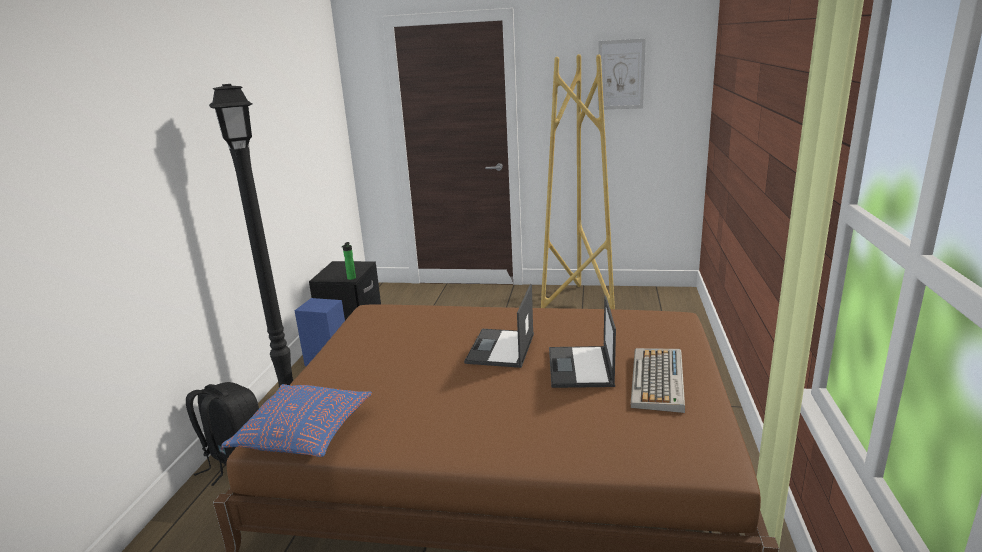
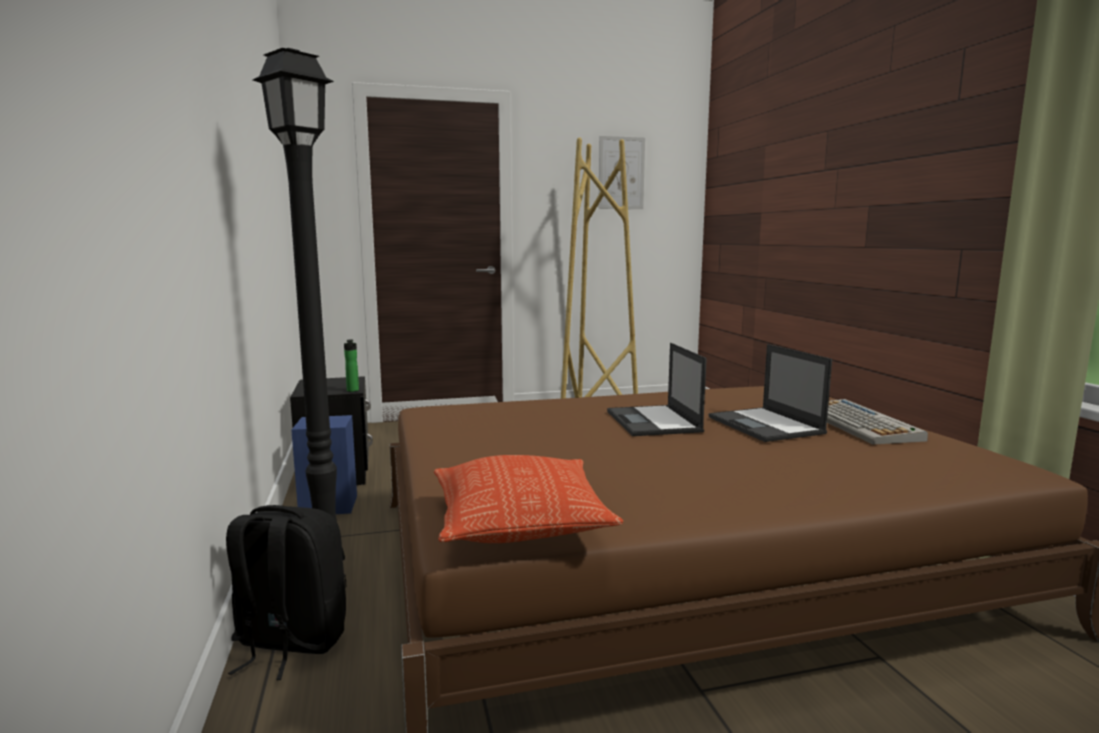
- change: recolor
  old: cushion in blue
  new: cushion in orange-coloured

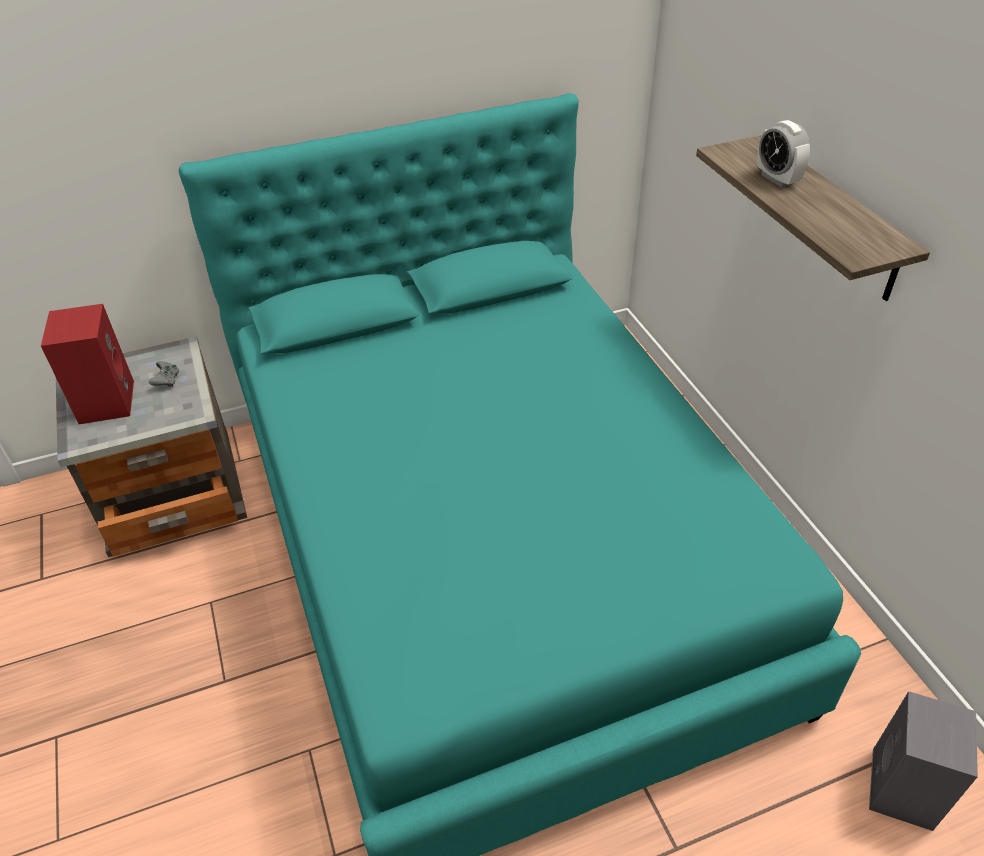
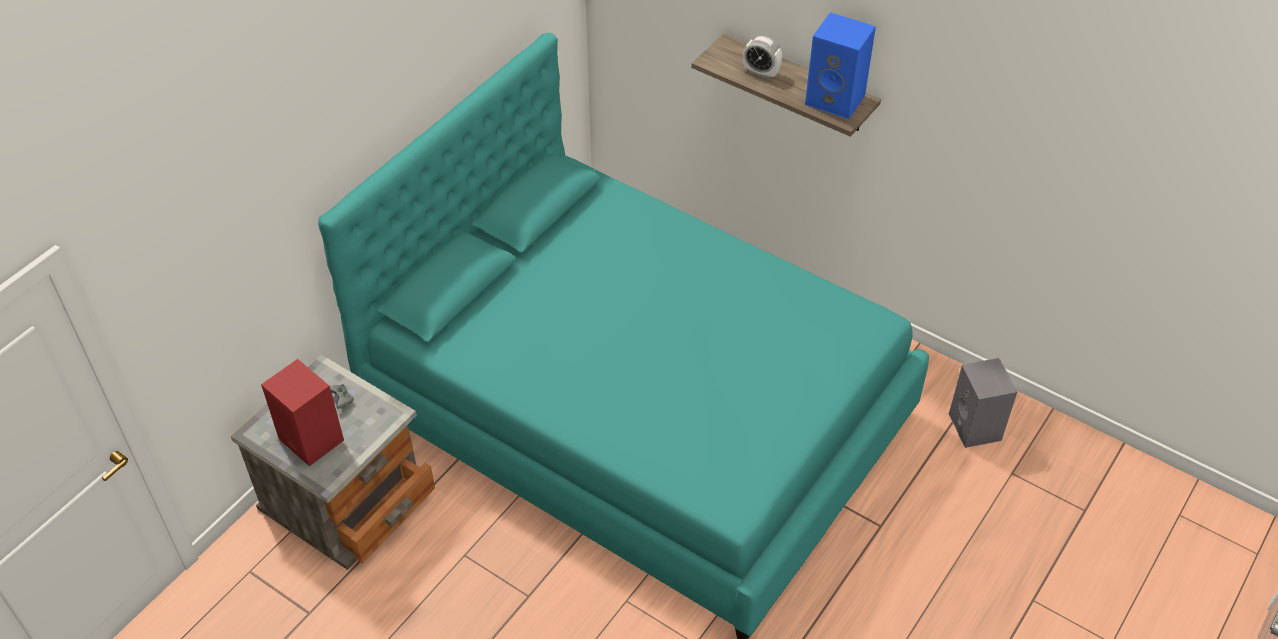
- change: insert
  new: audio speaker in blue

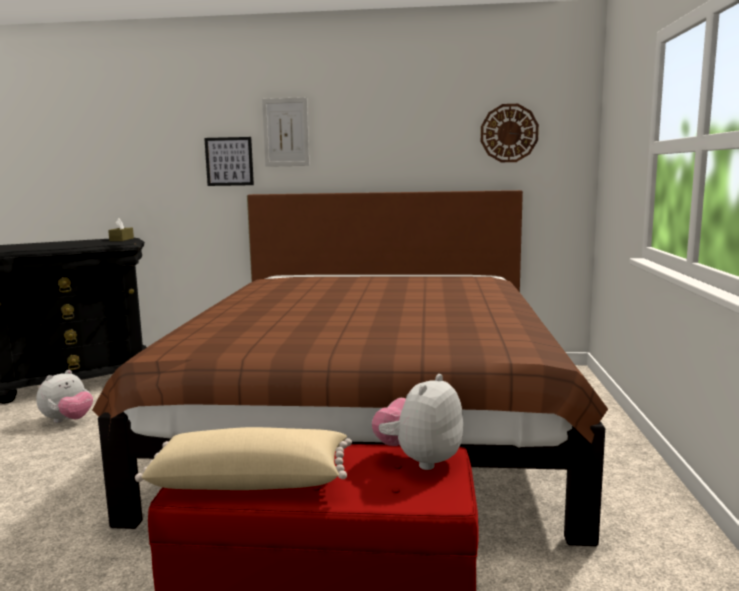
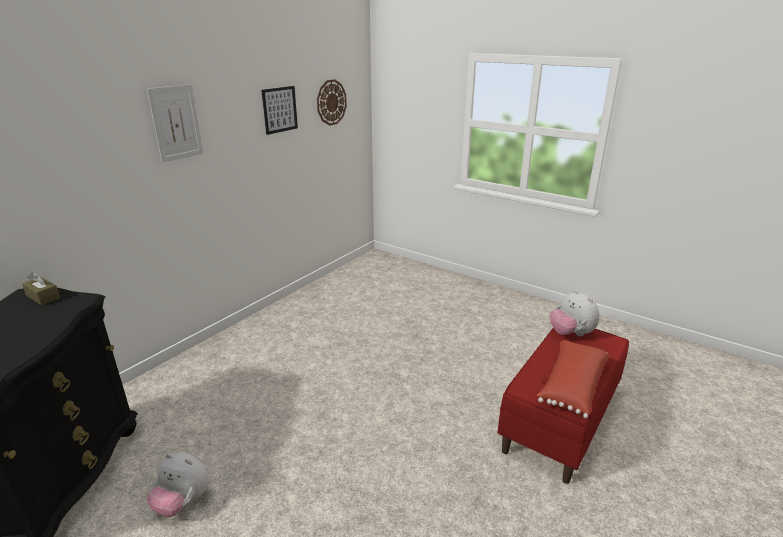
- change: rotate
  old: cuddly toy (1st from left)
  degrees: 135
- change: move
  old: wall picture (1st from left in the first image)
  new: wall picture (2nd from left)
- change: recolor
  old: cushion in sand-coloured
  new: cushion in reddish
- change: delete
  old: bed in brown-coloured

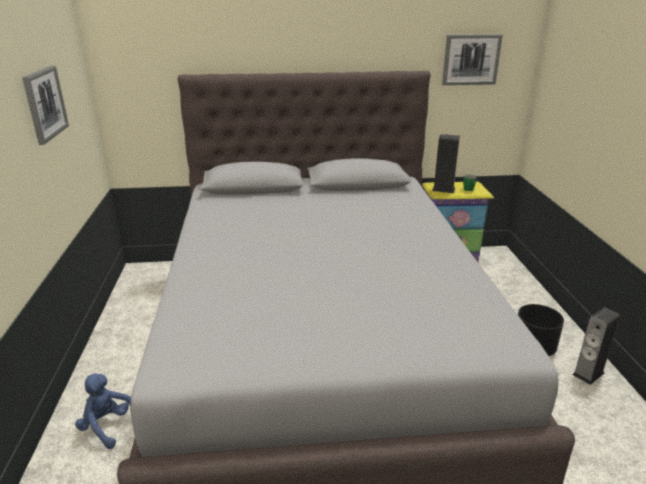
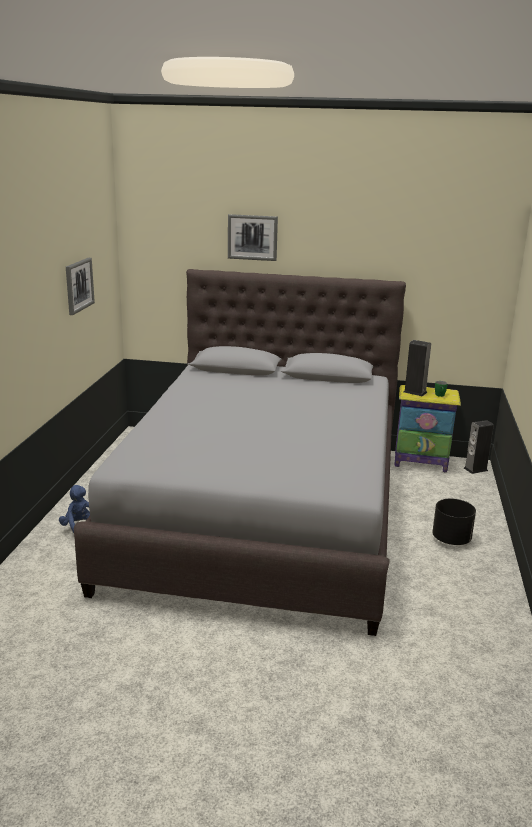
- change: move
  old: wall picture (2nd from left)
- change: move
  old: audio speaker (2nd from left)

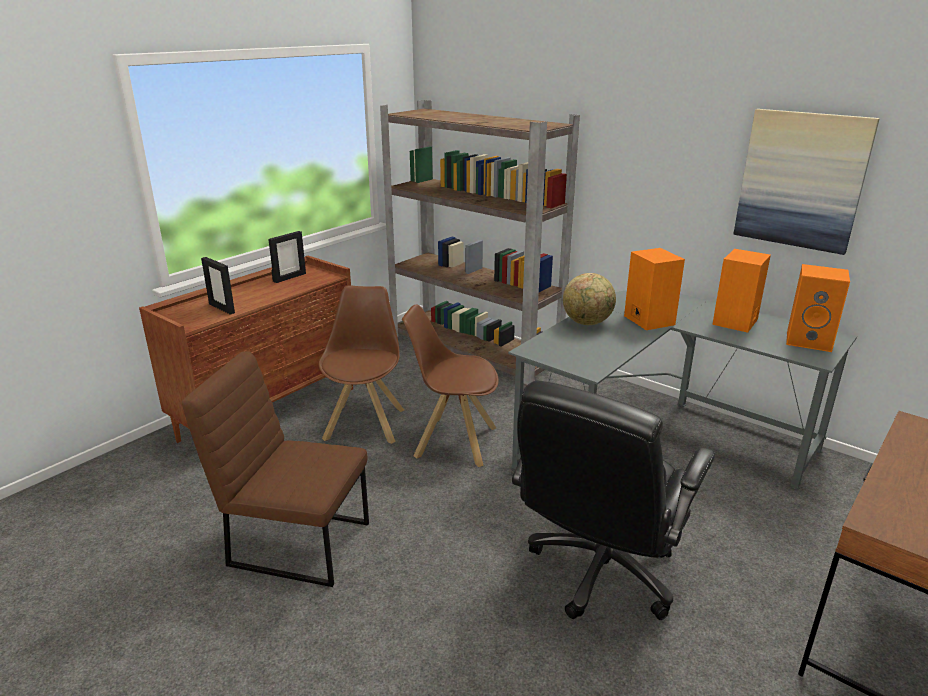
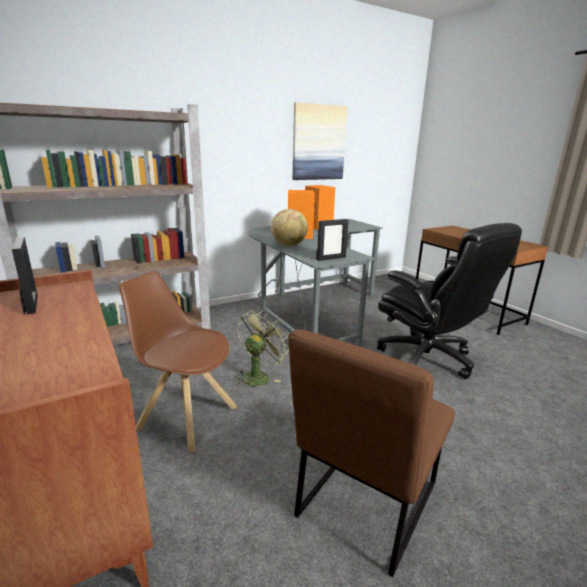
- change: replace
  old: plain chair in brown-coloured (3rd from left)
  new: fan in green
- change: move
  old: picture frame (1st from left in the first image)
  new: picture frame (2nd from left)
- change: delete
  old: audio speaker in orange-coloured (3rd from left)

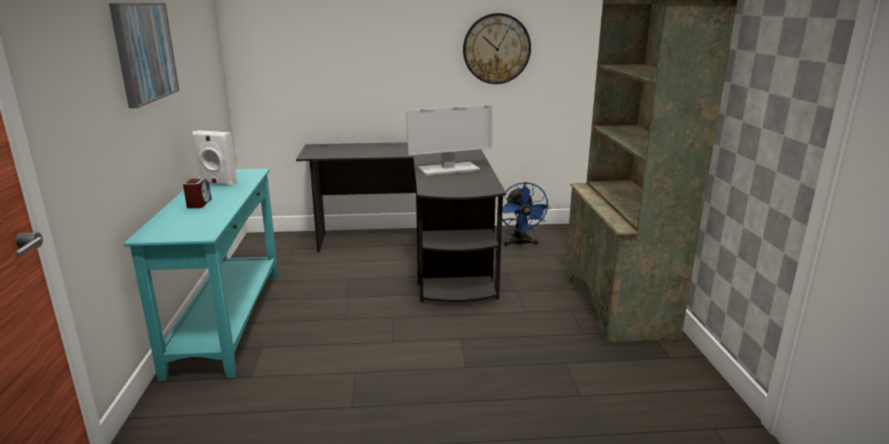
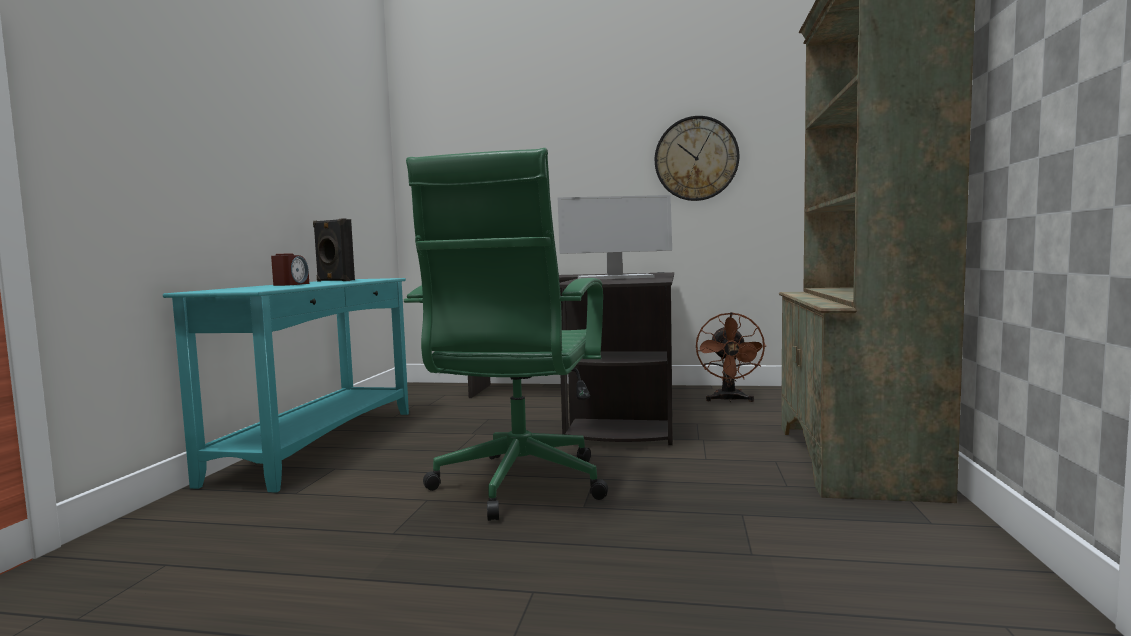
- change: recolor
  old: audio speaker in whitish
  new: audio speaker in black
- change: insert
  new: computer chair in green
- change: recolor
  old: fan in blue
  new: fan in brown-coloured
- change: delete
  old: wall picture

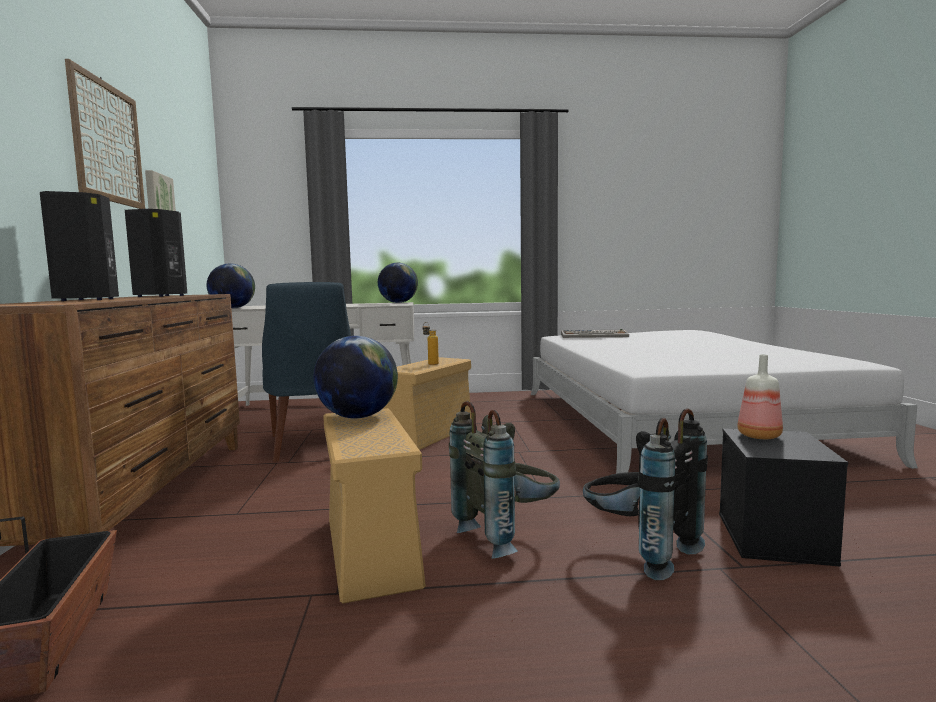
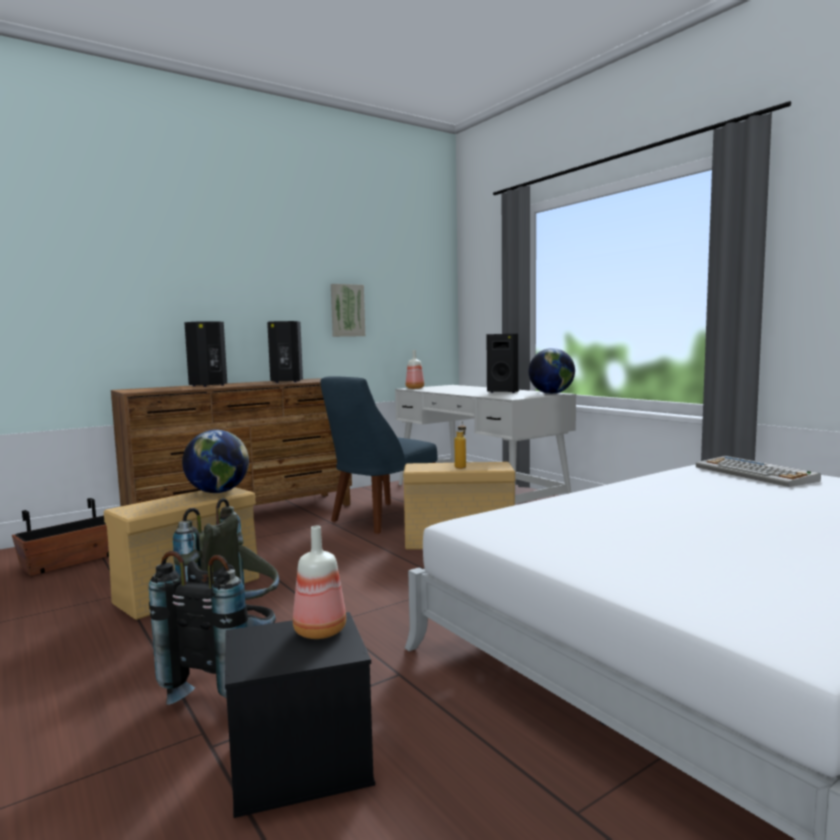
- change: replace
  old: desk globe (1st from left)
  new: bottle (2nd from left)
- change: insert
  new: audio speaker in black (3rd from left)
- change: delete
  old: wall picture (1st from left)

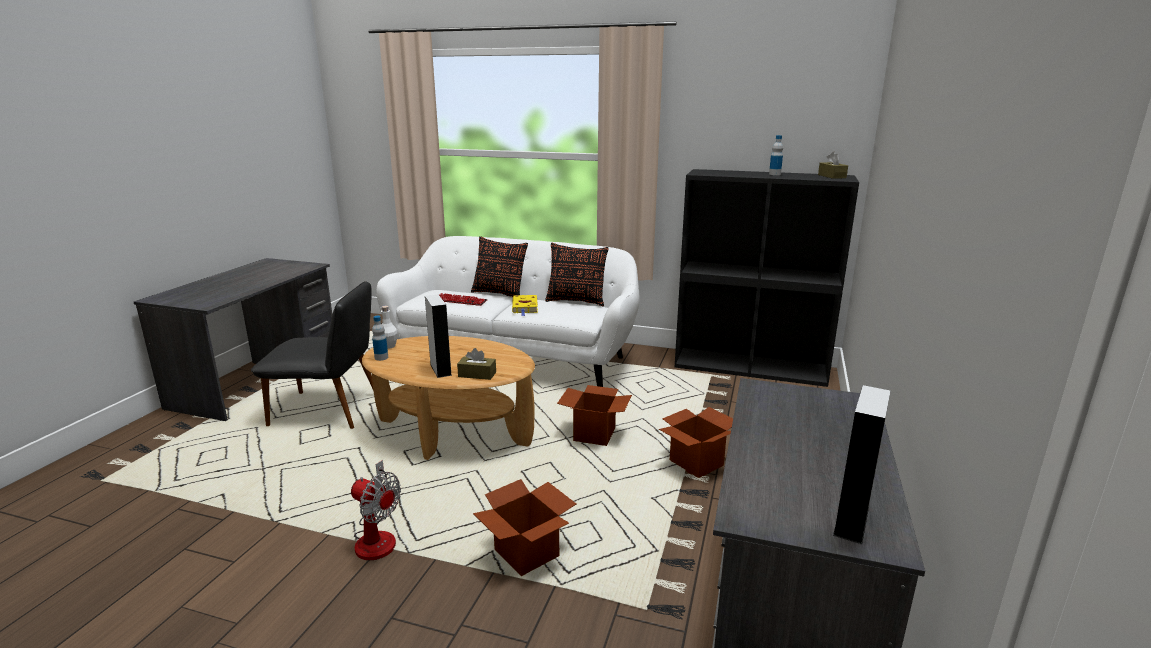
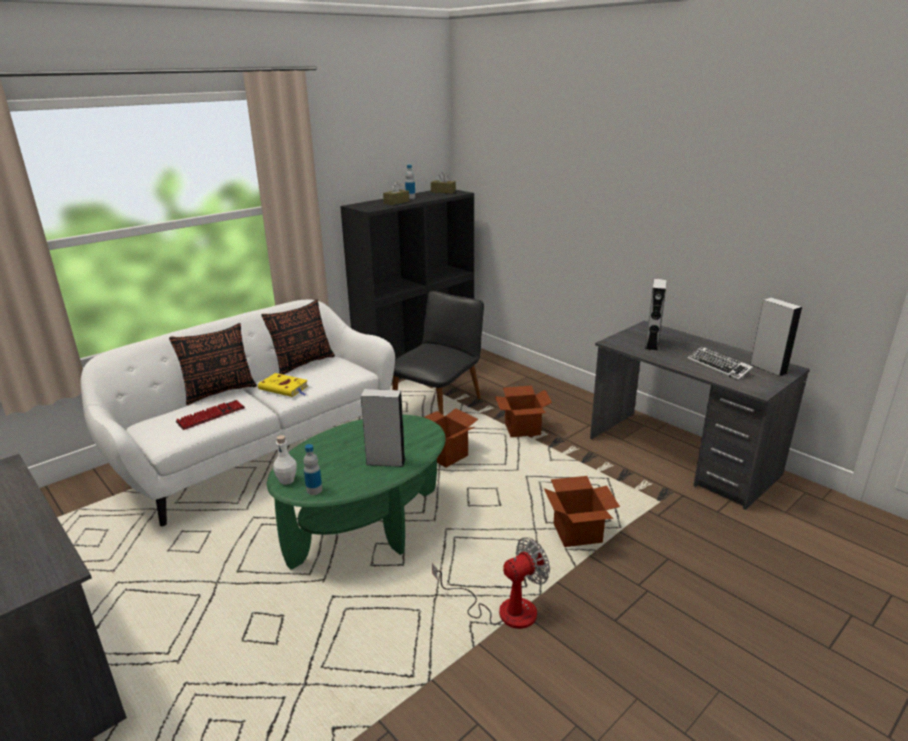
- change: recolor
  old: lounge table in brown-coloured
  new: lounge table in green
- change: move
  old: tissue box in brown-coloured (1st from left)
- change: move
  old: plain chair in black
- change: insert
  new: audio speaker in gray (2nd from left)
- change: insert
  new: PC keyboard (2nd from left)

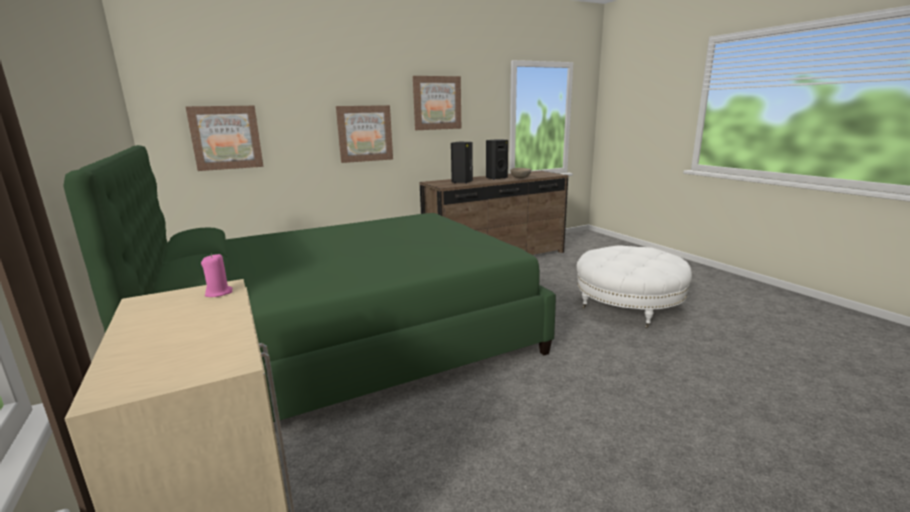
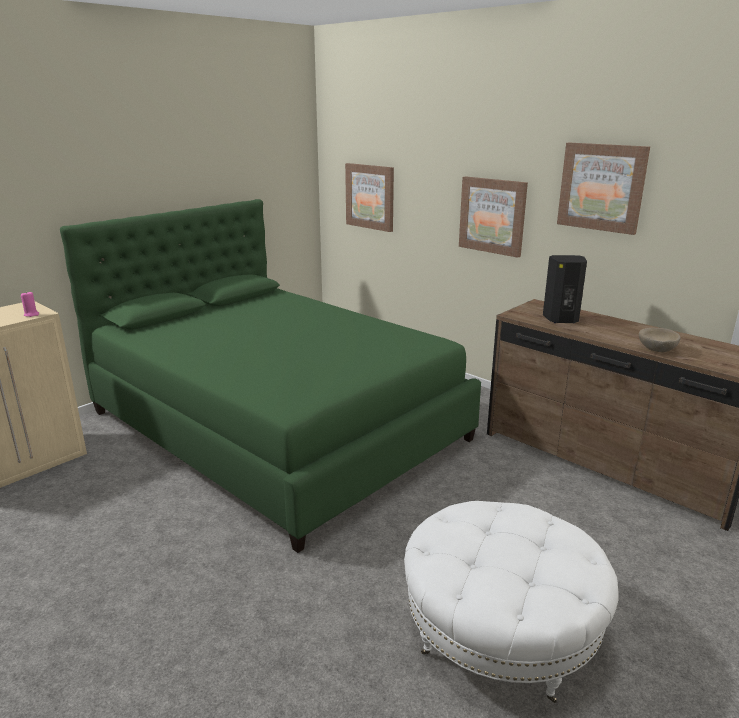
- change: delete
  old: audio speaker in black (2nd from left)

